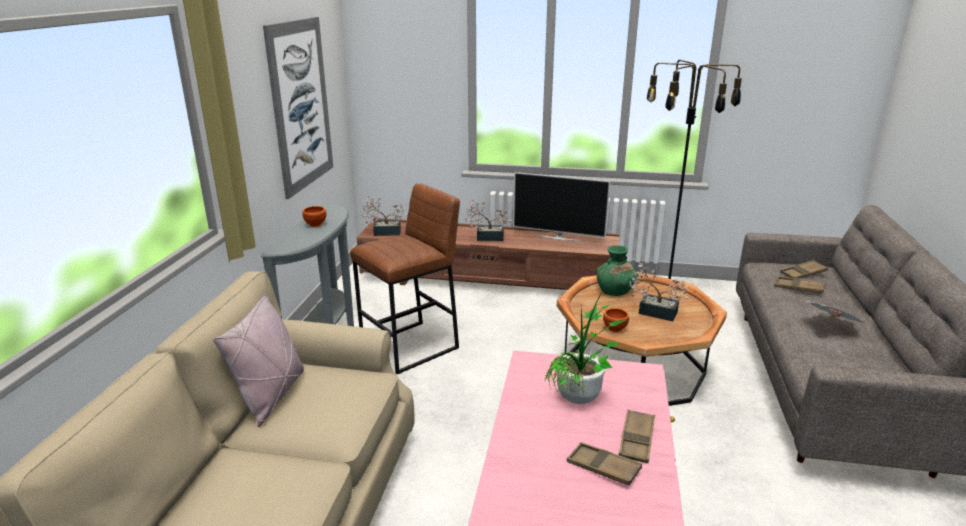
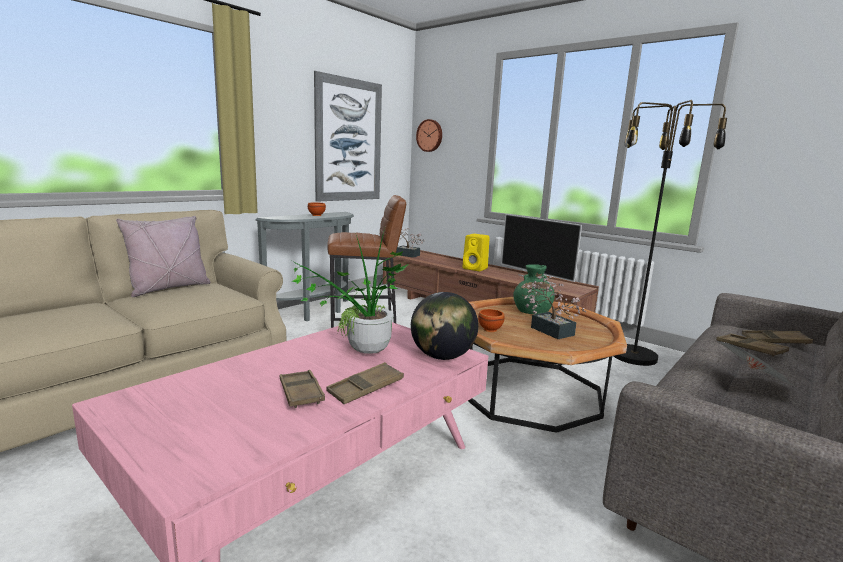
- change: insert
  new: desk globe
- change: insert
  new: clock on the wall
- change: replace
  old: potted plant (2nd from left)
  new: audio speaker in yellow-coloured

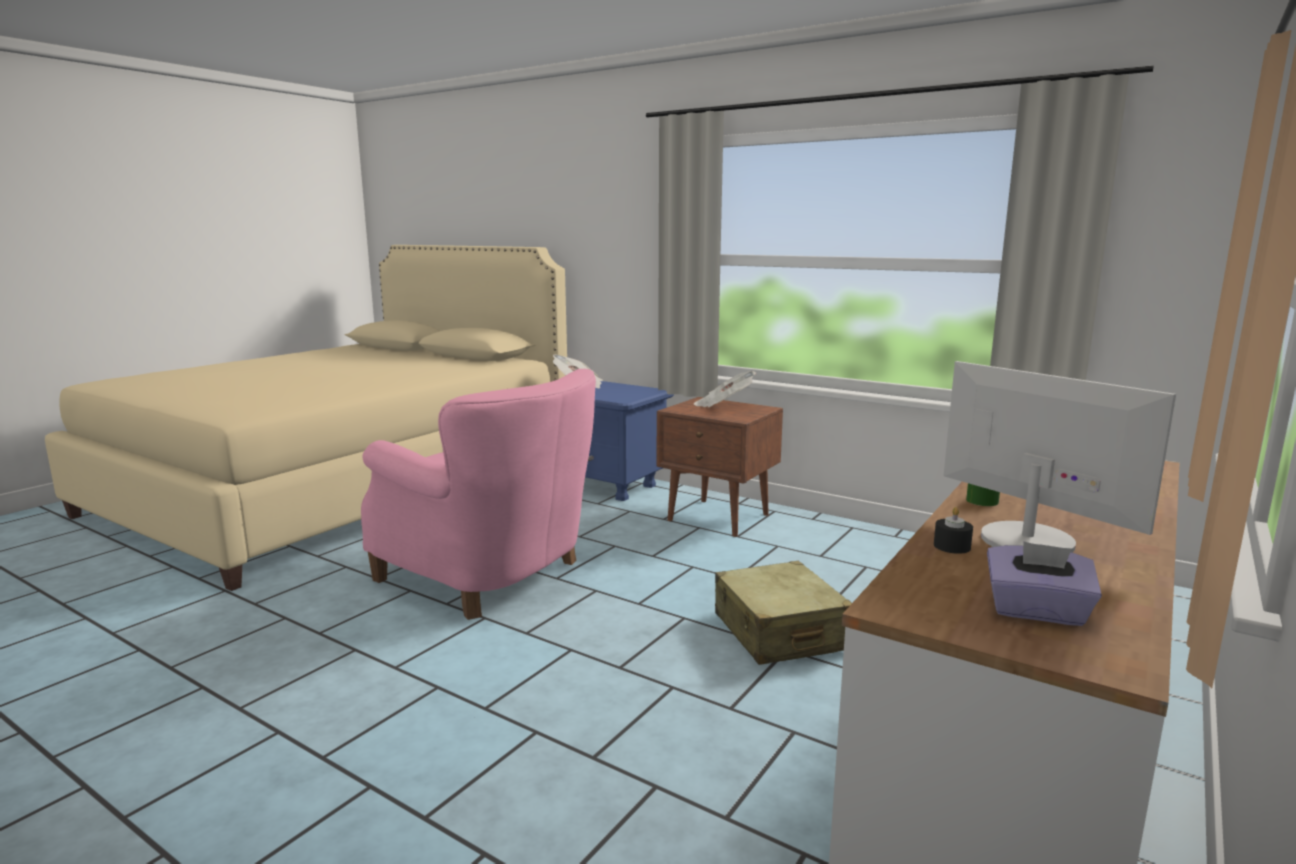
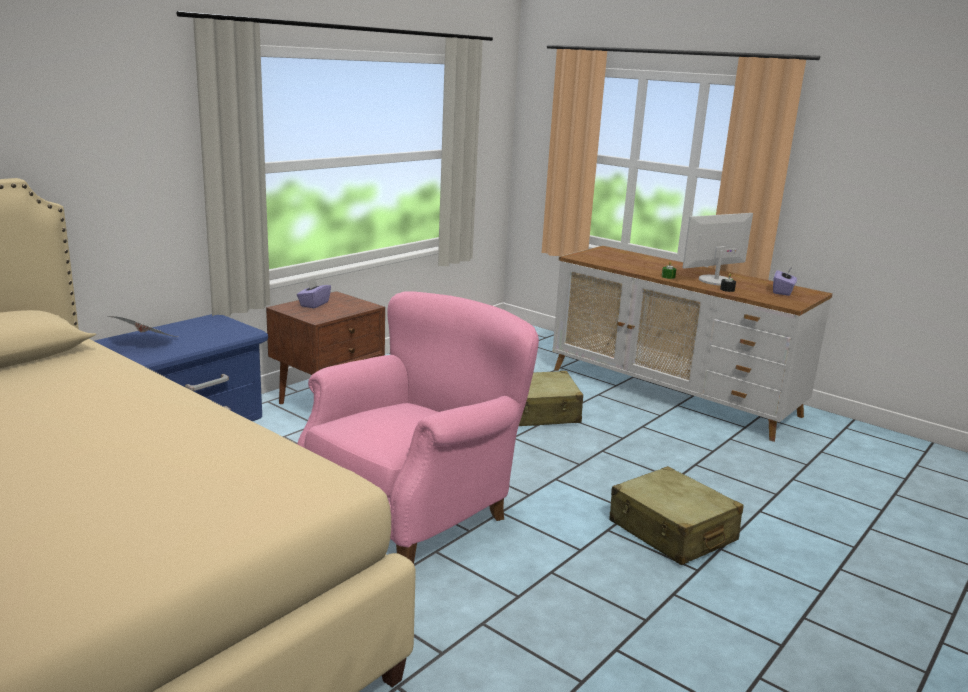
- change: replace
  old: newspaper (2nd from left)
  new: tissue box in purple-coloured (1st from left)
- change: insert
  new: suitcase in sand-coloured (2nd from left)

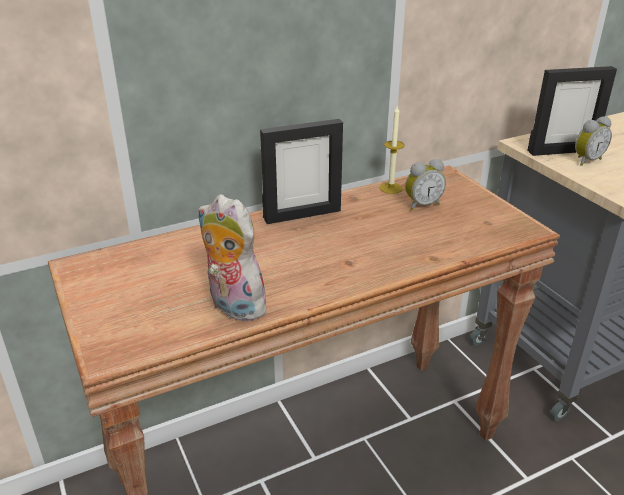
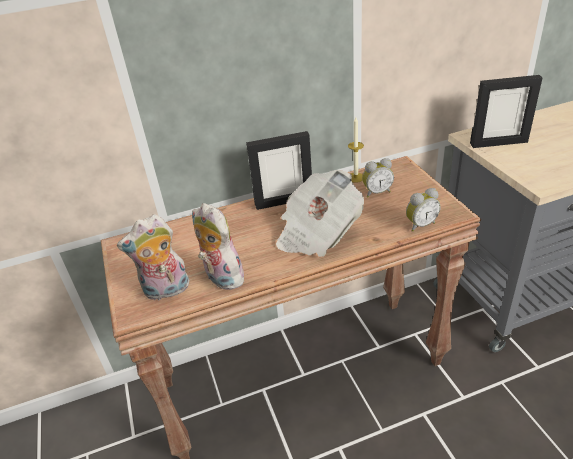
- change: insert
  new: cuddly toy (1st from left)
- change: insert
  new: newspaper
- change: move
  old: table clock (2nd from left)

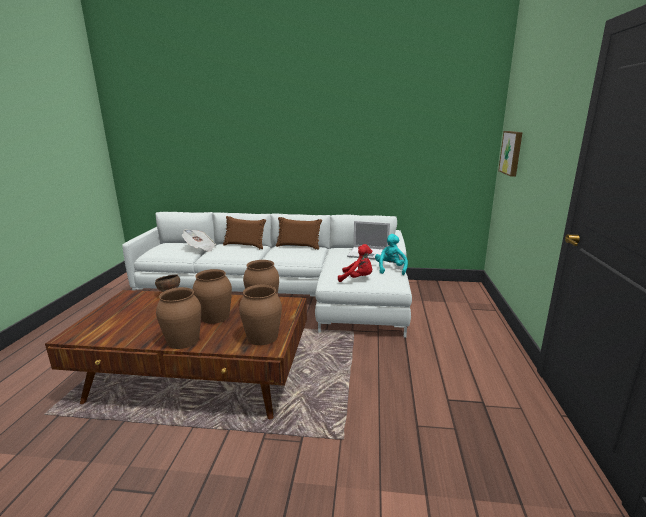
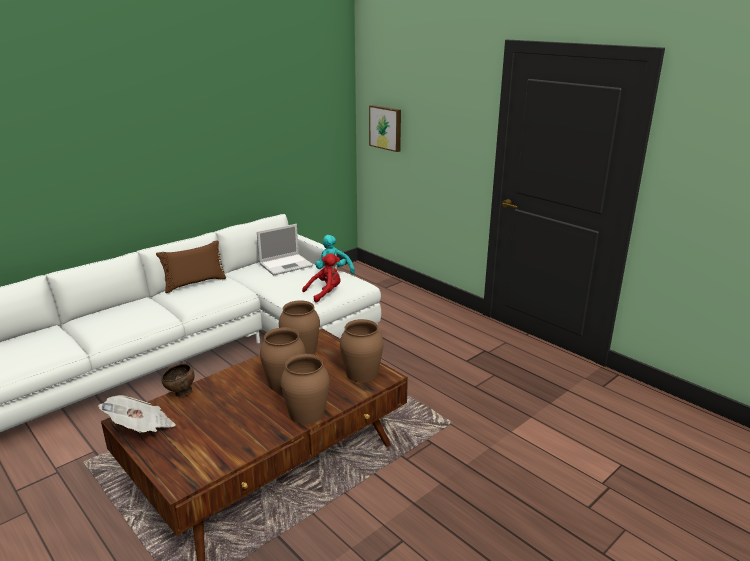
- change: move
  old: newspaper
- change: delete
  old: cushion in brown-coloured (1st from left)

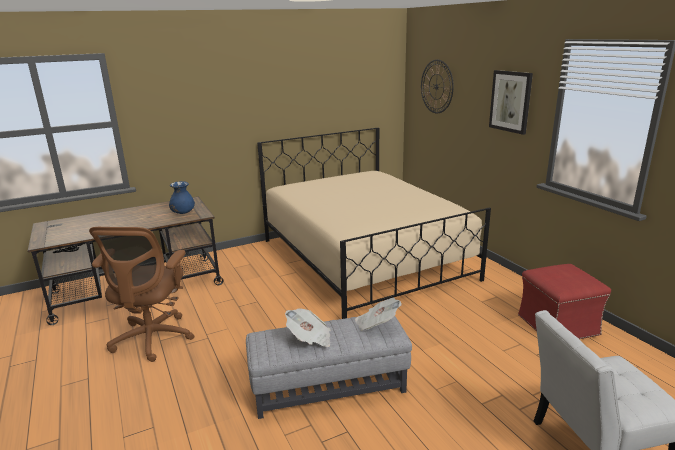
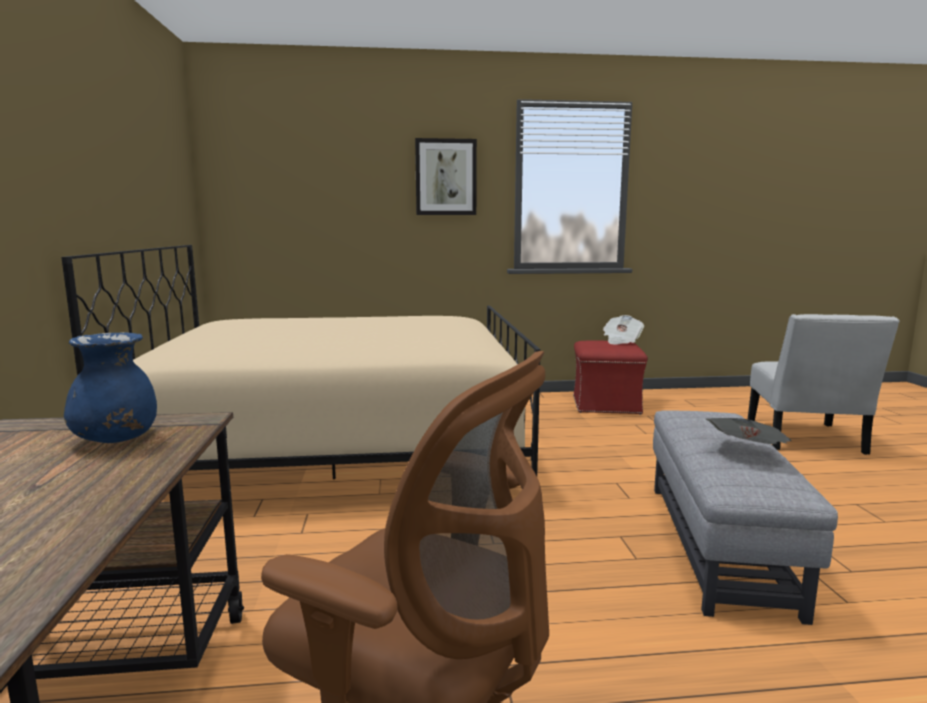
- change: move
  old: newspaper (2nd from left in the first image)
  new: newspaper (1st from left)
- change: delete
  old: clock on the wall

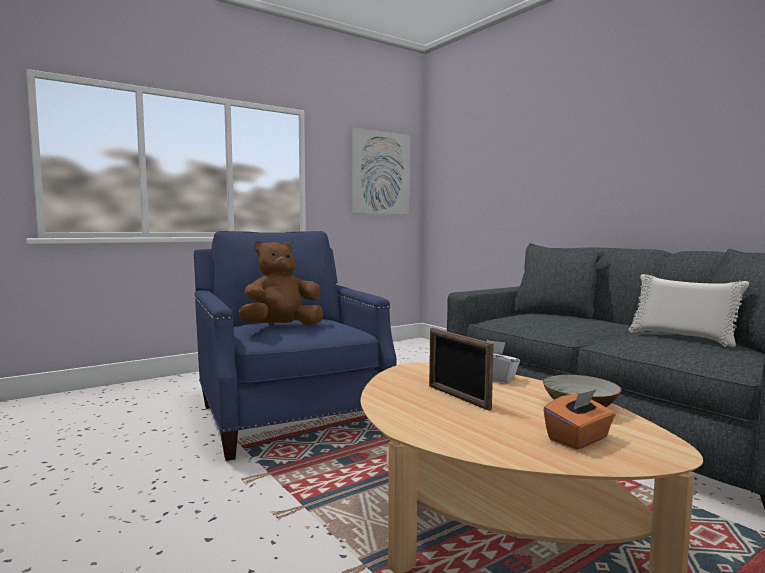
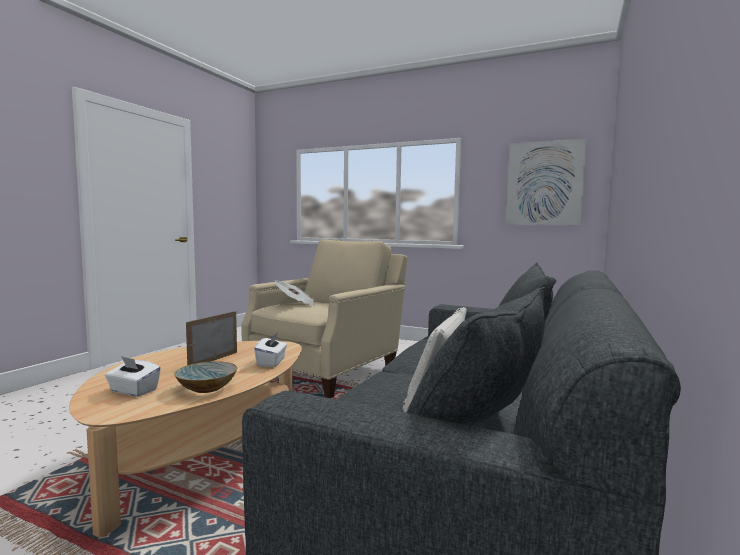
- change: recolor
  old: tissue box in orange-coloured
  new: tissue box in whitish (1st from left)
- change: recolor
  old: armchair in blue
  new: armchair in sand-coloured
- change: replace
  old: cuddly toy in brown-coloured
  new: newspaper

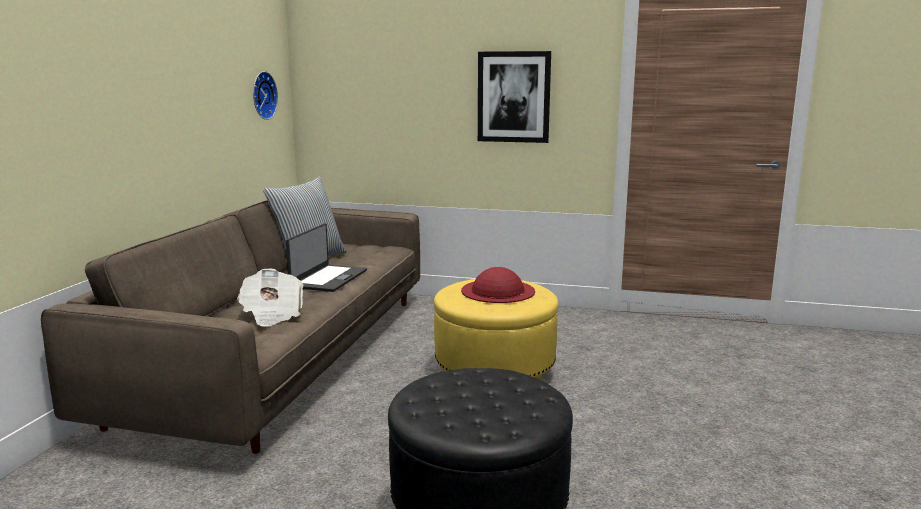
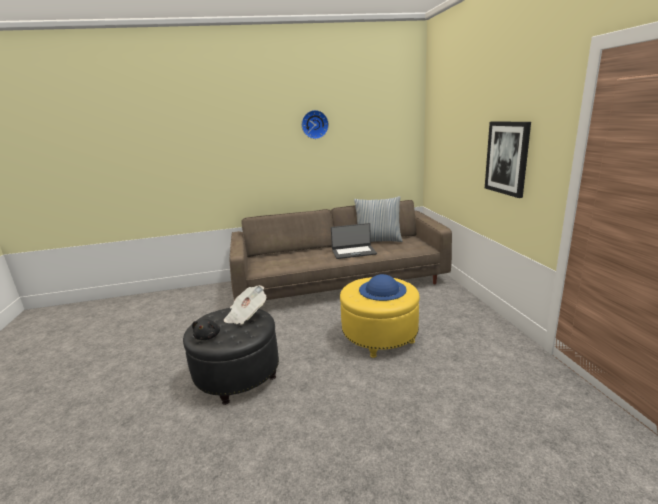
- change: insert
  new: cuddly toy in black
- change: move
  old: newspaper
- change: move
  old: clock on the wall
- change: recolor
  old: wearable hat in reddish
  new: wearable hat in blue

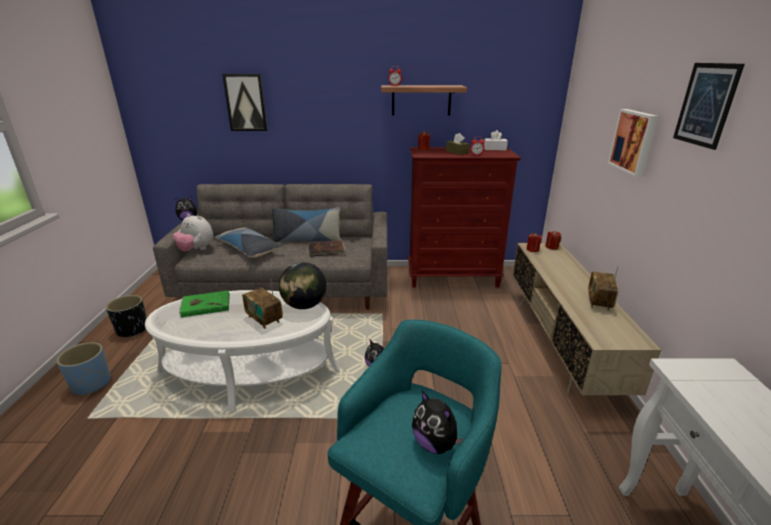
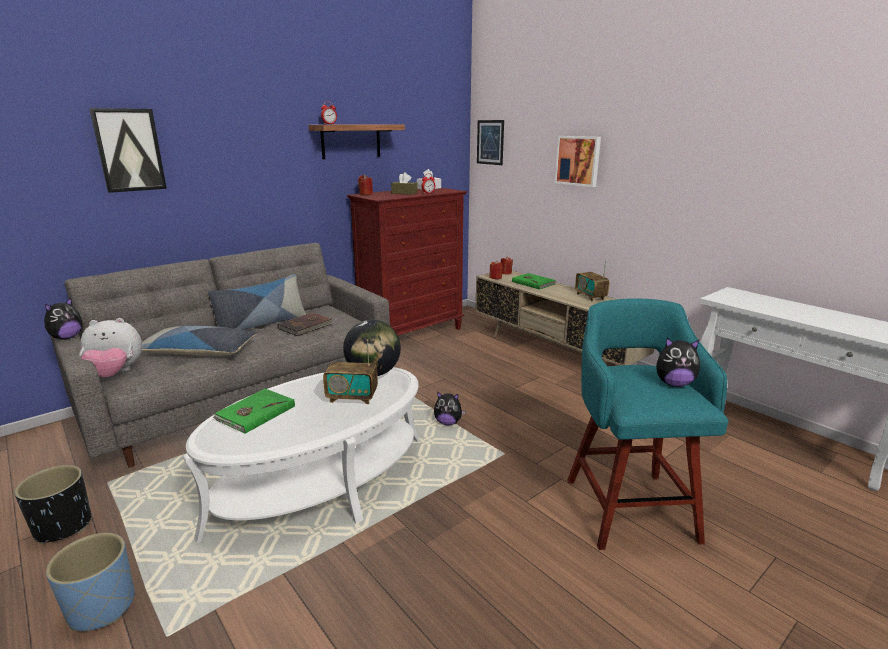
- change: move
  old: wall picture (3rd from left in the first image)
  new: wall picture (2nd from left)
- change: insert
  new: book in green (2nd from left)

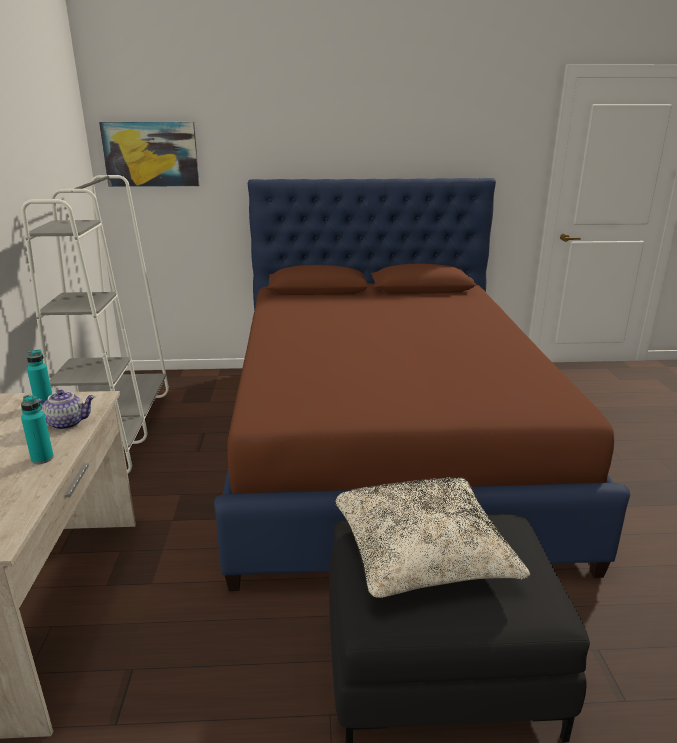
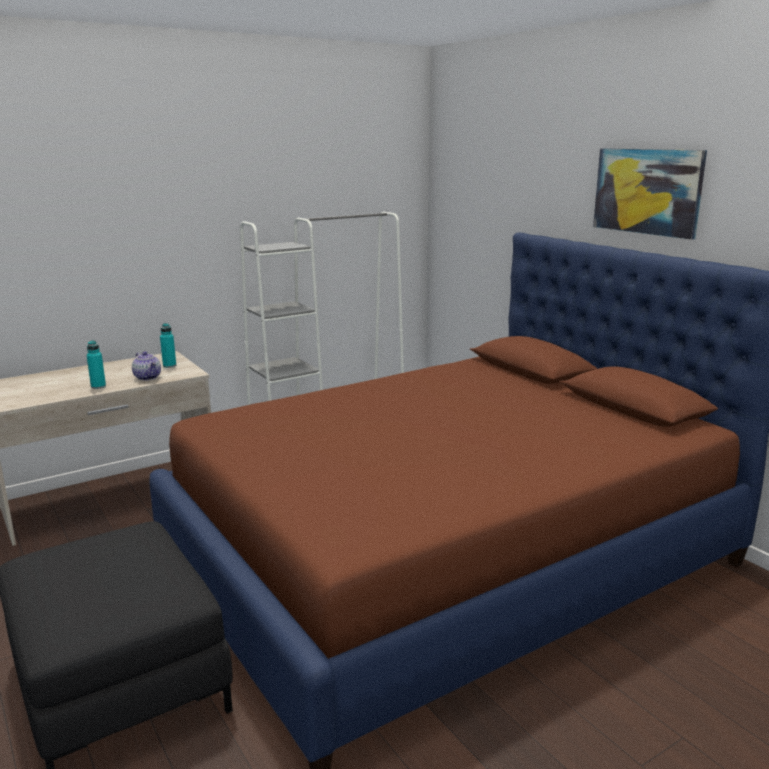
- change: move
  old: wall picture
- change: delete
  old: cushion in sand-coloured

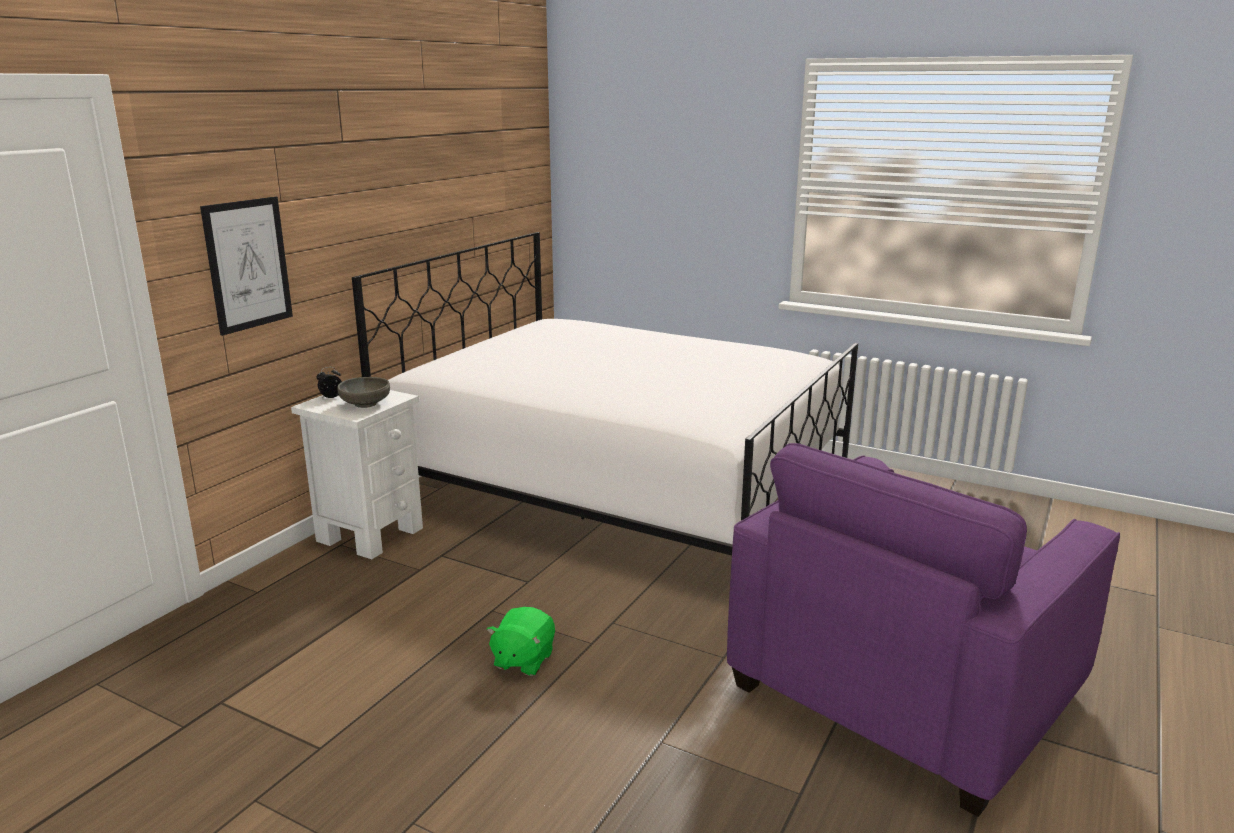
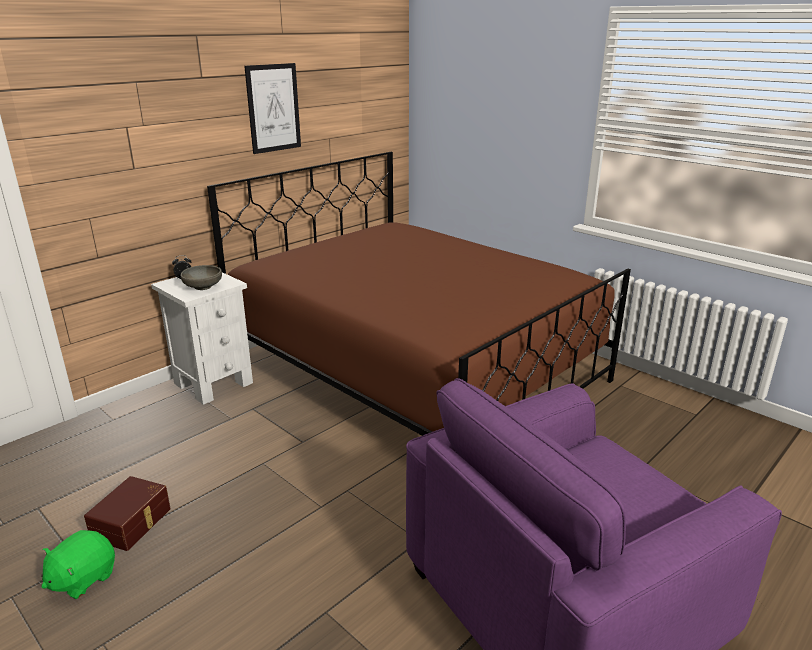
- change: move
  old: cuddly toy in green
- change: insert
  new: storage container in brown-coloured
- change: recolor
  old: bed in whitish
  new: bed in brown-coloured
- change: move
  old: wall picture

